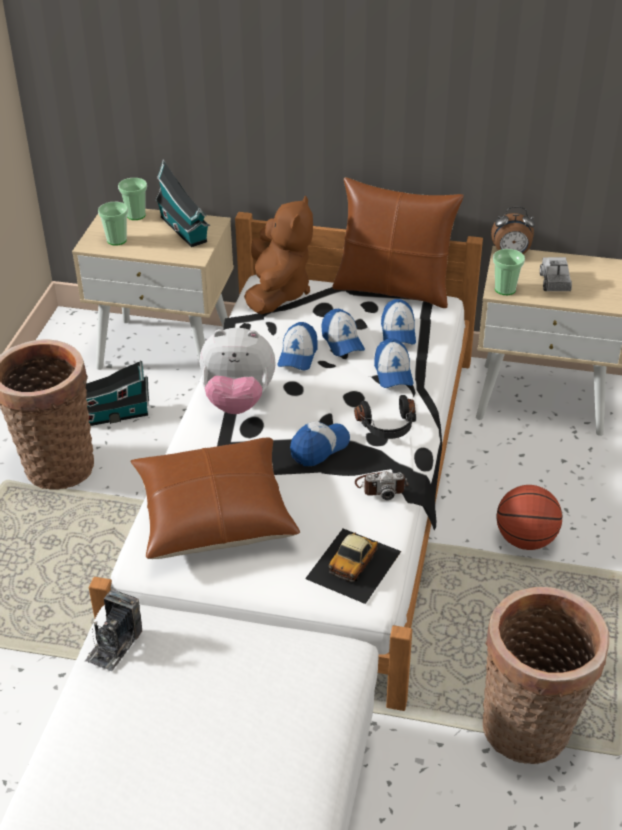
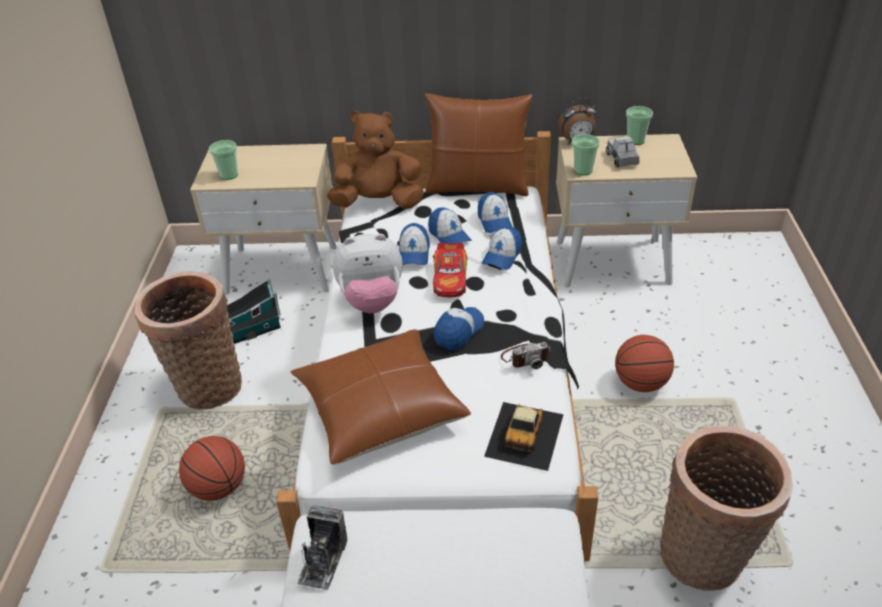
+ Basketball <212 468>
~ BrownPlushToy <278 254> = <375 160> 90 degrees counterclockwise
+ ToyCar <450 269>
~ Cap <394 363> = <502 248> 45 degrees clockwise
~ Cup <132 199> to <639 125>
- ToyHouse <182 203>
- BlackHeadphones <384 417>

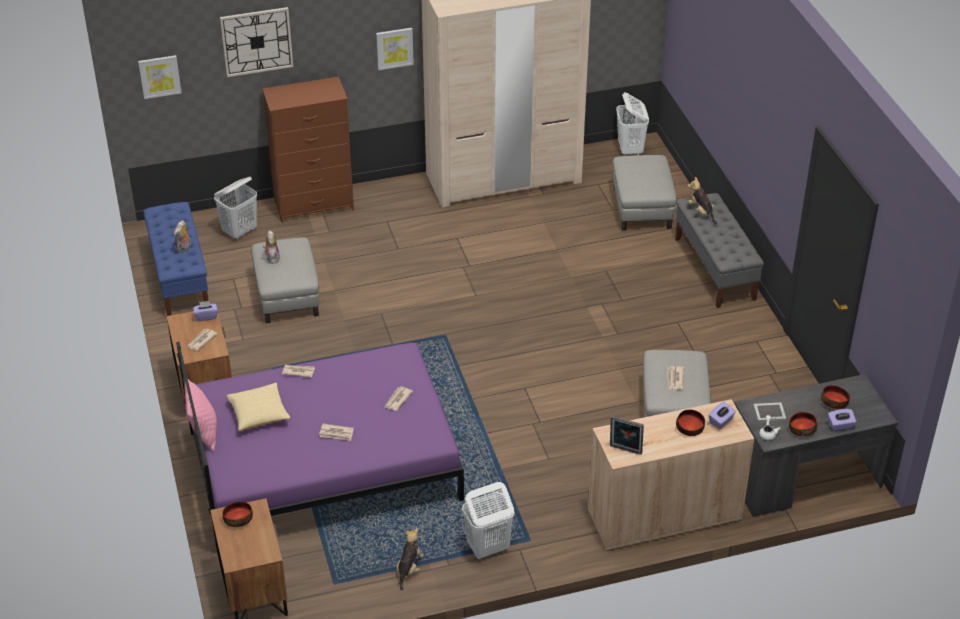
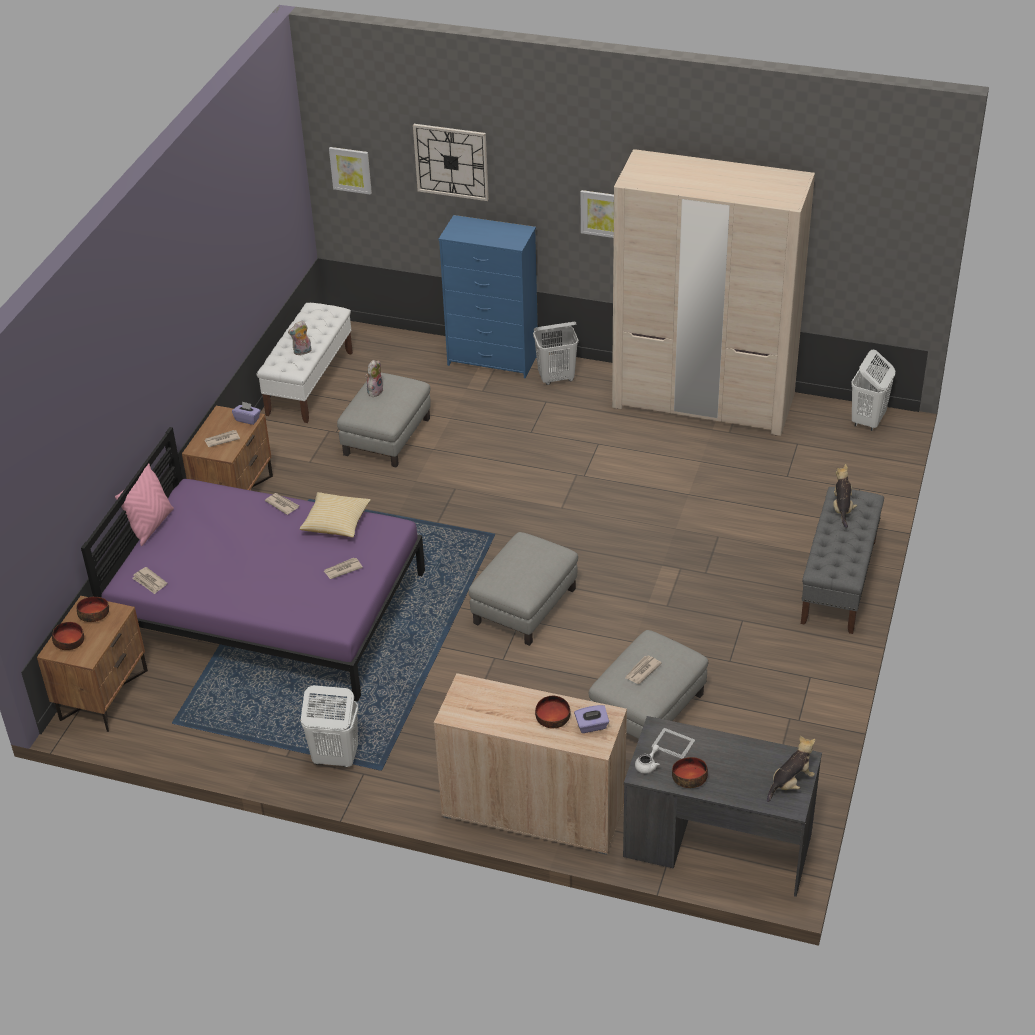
~ Bowl <835 397> to <68 636>
~ Newspaper <336 432> to <149 580>
~ BlueBench <176 259> to WhiteBench <305 363>
~ Pillow <258 407> to <335 515>
~ BrownDresser <308 150> to BlueDresser <488 296>
~ GreyOttoman <645 193> to <523 589>
~ WhiteLaundryBasket <235 208> to <556 353>
~ PlushToy <410 559> to <791 769>
- PictureFrame <627 435>
- PurpleTissueBox <842 420>

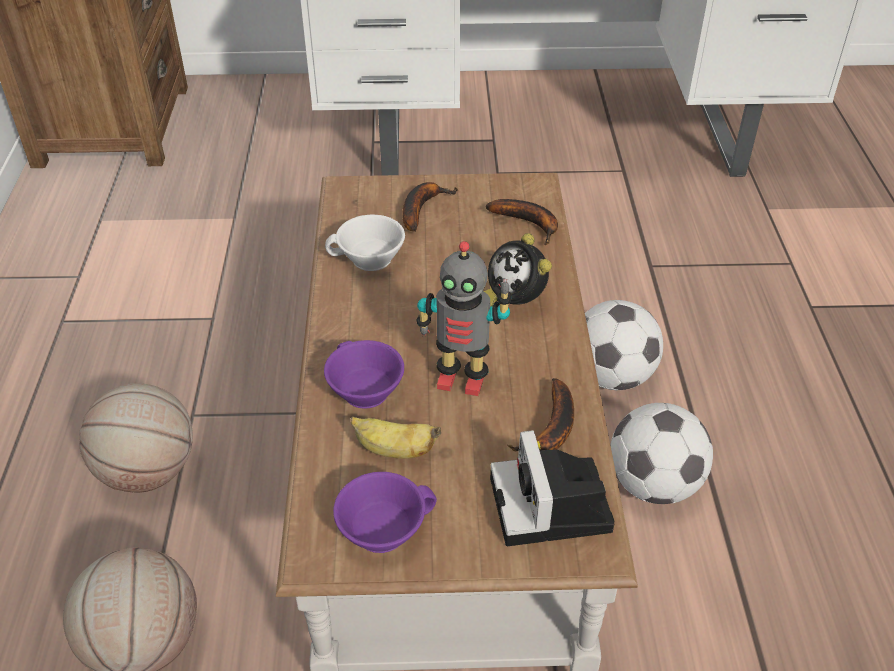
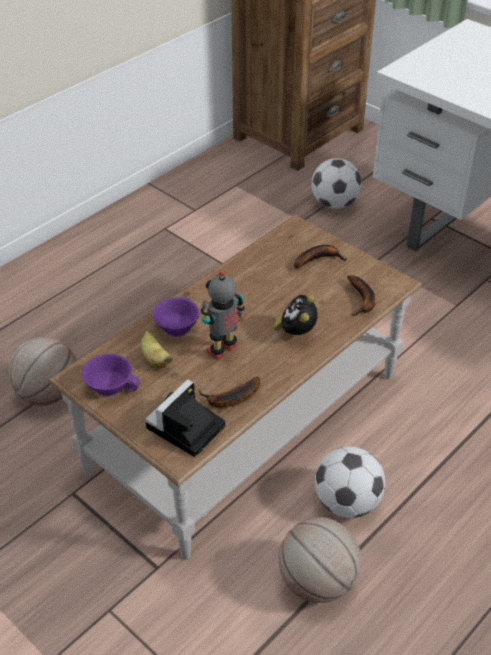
~ ToyRobot <464 318> = <222 315> 75 degrees clockwise
~ Basketball <136 438> to <320 560>
~ Football <624 345> to <336 183>
- WhiteCup <365 242>

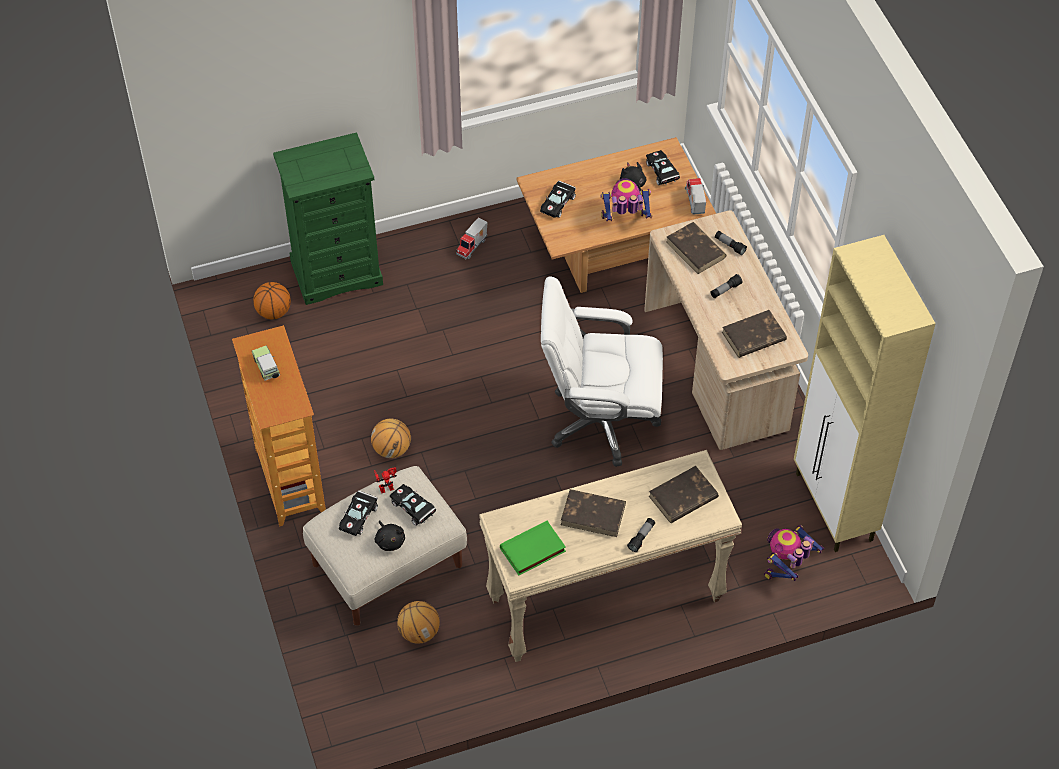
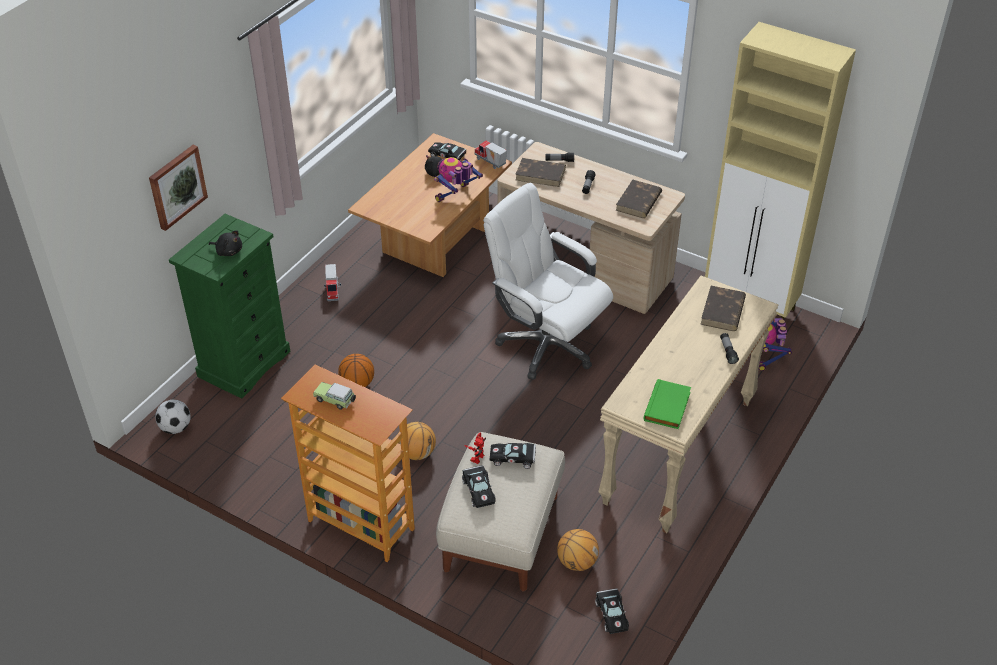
+ Picture <178 188>
+ Football <173 416>
~ BlackPlushToy <390 535> to <225 243>
~ Basketball <272 301> to <356 370>
~ WhiteOfficeChair <602 371> = <548 281> 75 degrees clockwise
~ BlackToyCar <558 199> to <612 611>
- BrownBook <593 513>

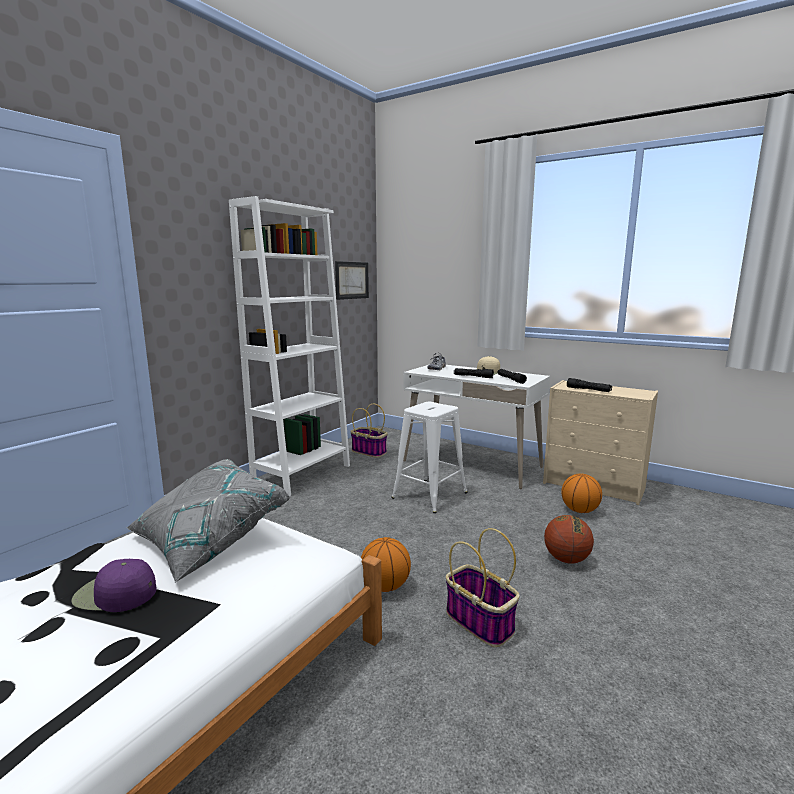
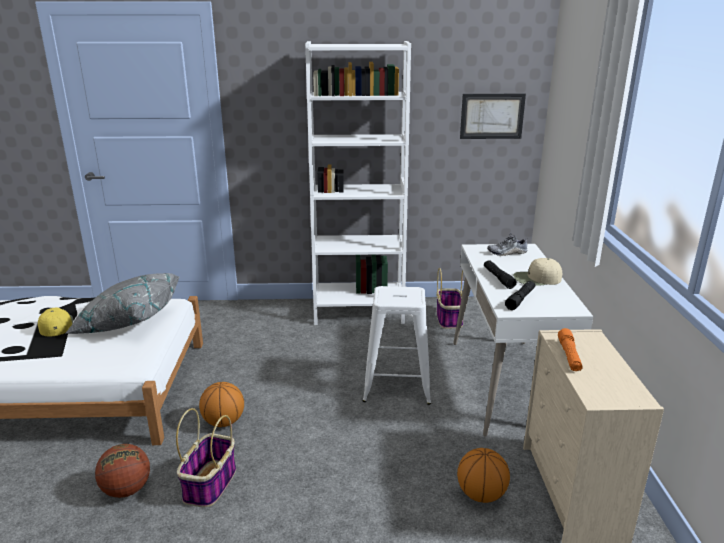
~ PurpleCap <113 585> to YellowCap <55 322>
~ Basketball <569 539> to <122 471>
~ BlackFlashlight <589 385> to OrangeFlashlight <570 349>

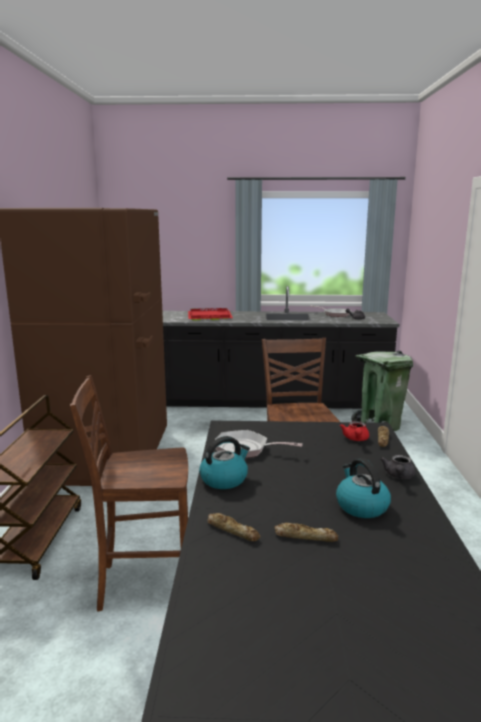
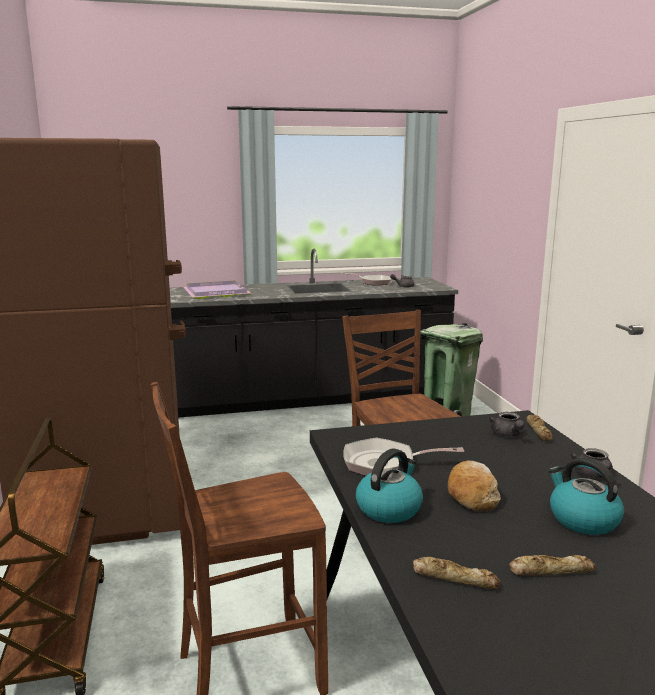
~ RedTray <210 314> to PurpleTray <217 290>
+ Bread <474 486>
~ RedTeapot <354 431> to GreyTeapot <507 424>

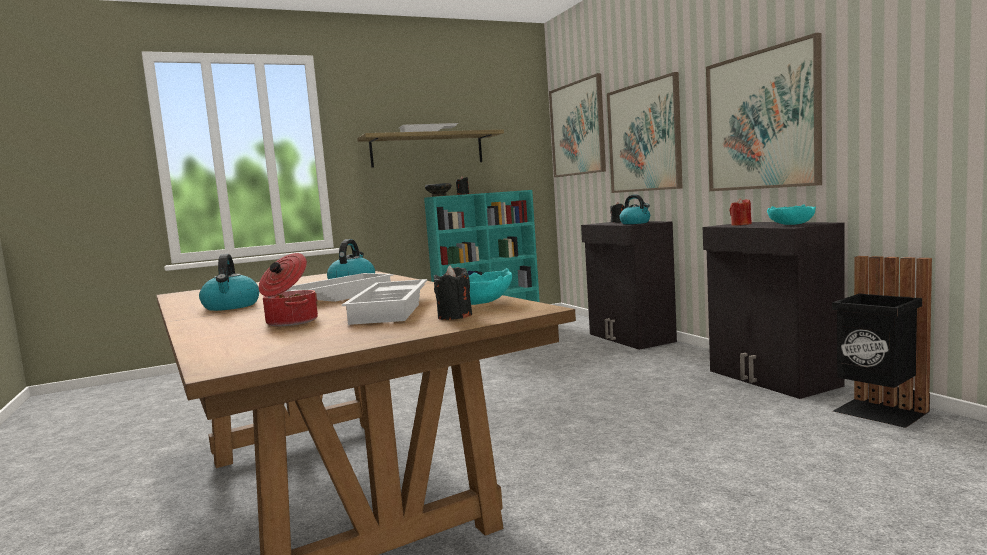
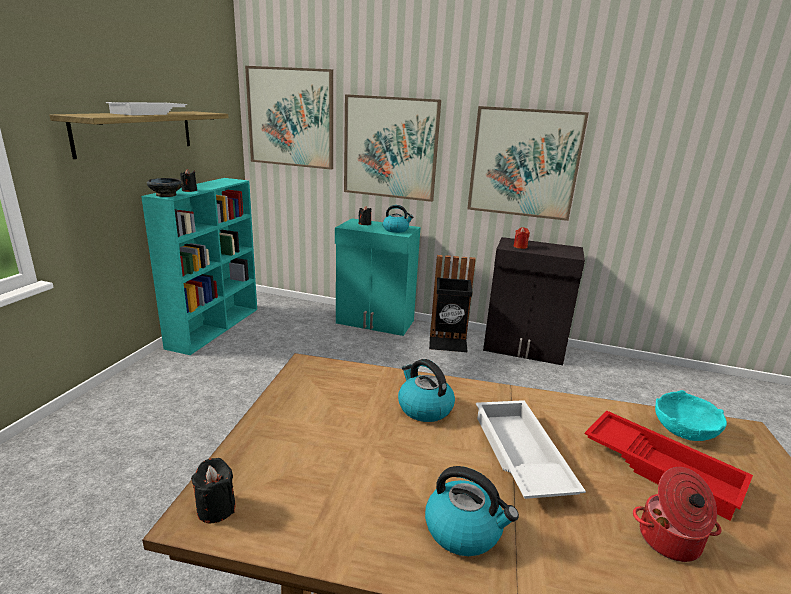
~ BlackCandle <452 292> to <213 490>
~ BlackCabinet <629 285> to TurquoiseCabinet <378 277>
~ BlackTrashCan <882 342> to <452 303>
~ WhiteTray <384 302> to RedTray <669 465>
- TurquoiseBowl <791 214>

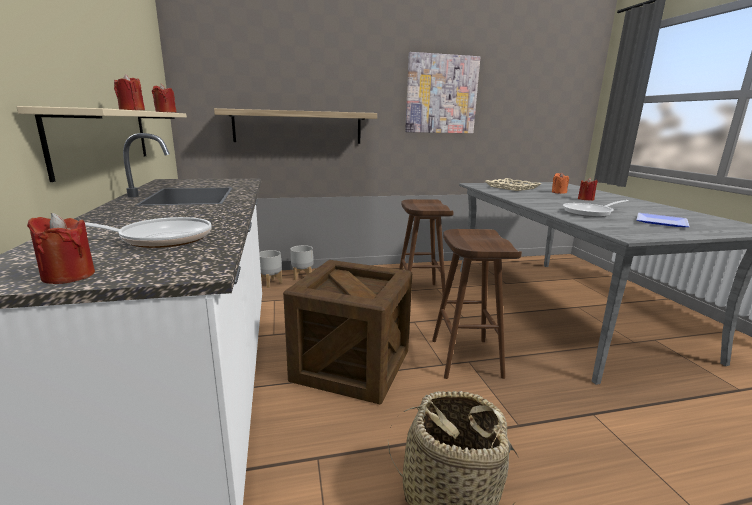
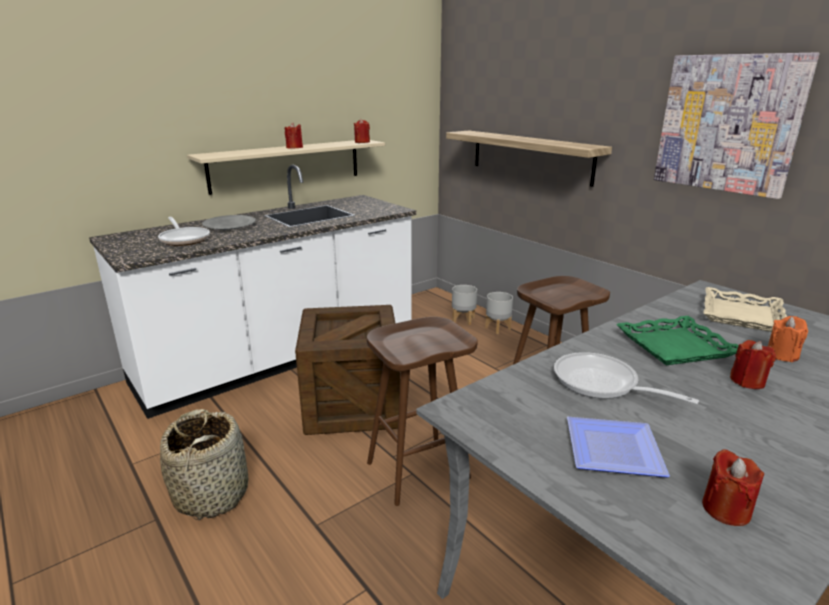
+ GreyPlate <229 222>
+ GreenTray <677 340>
~ RedCandle <61 248> to <733 487>

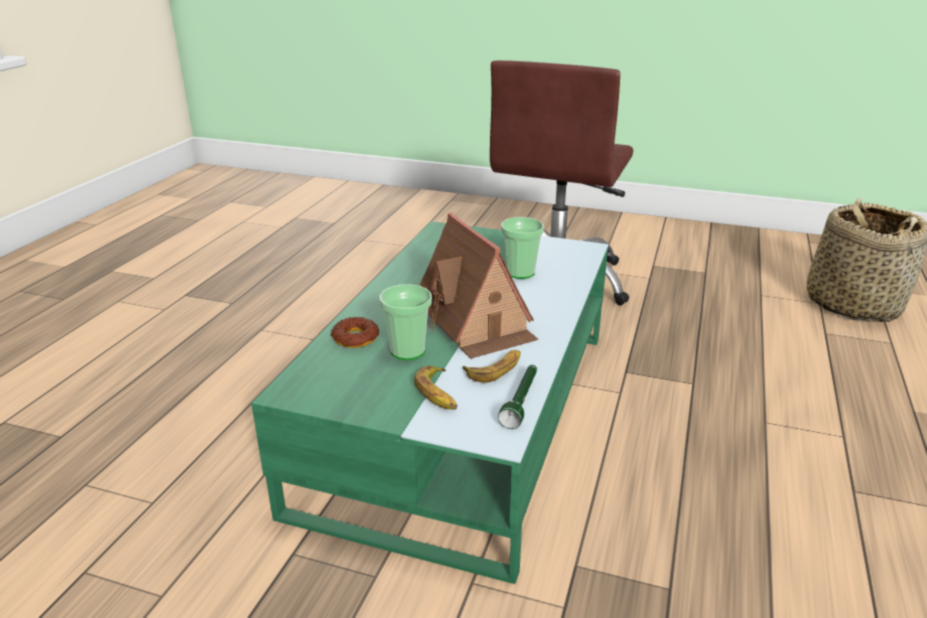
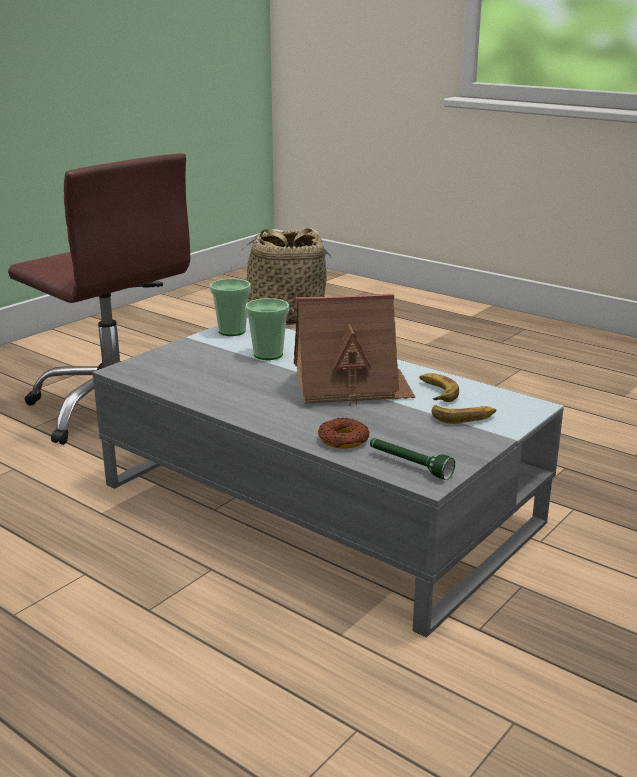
~ GreenCoffeeTable <429 402> to GreyCoffeeTable <328 477>
~ Cup <406 322> to <230 307>
~ GreenFlashlight <517 397> to <412 459>

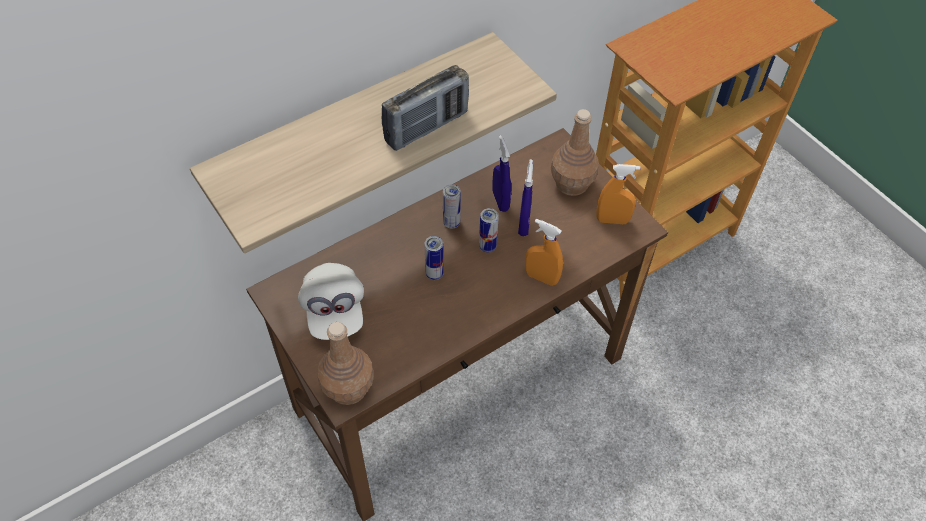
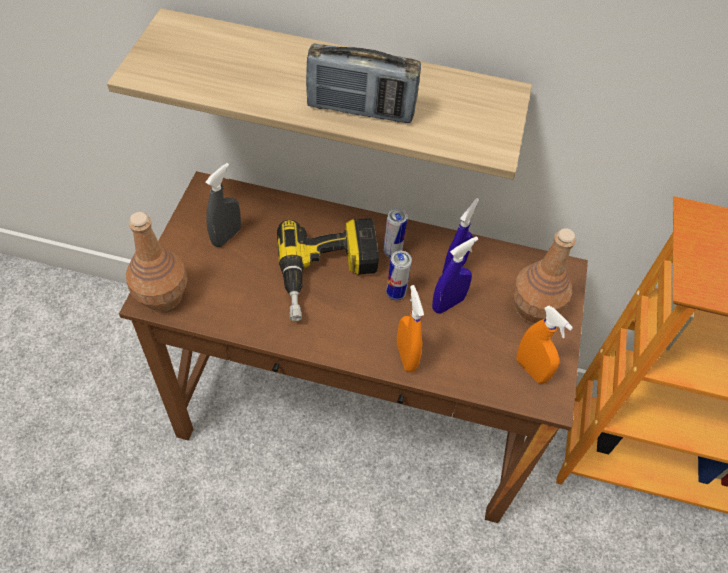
~ WhiteCap <331 301> to GreySprayBottle <223 205>
~ Can <434 258> to PowerDrill <328 269>

